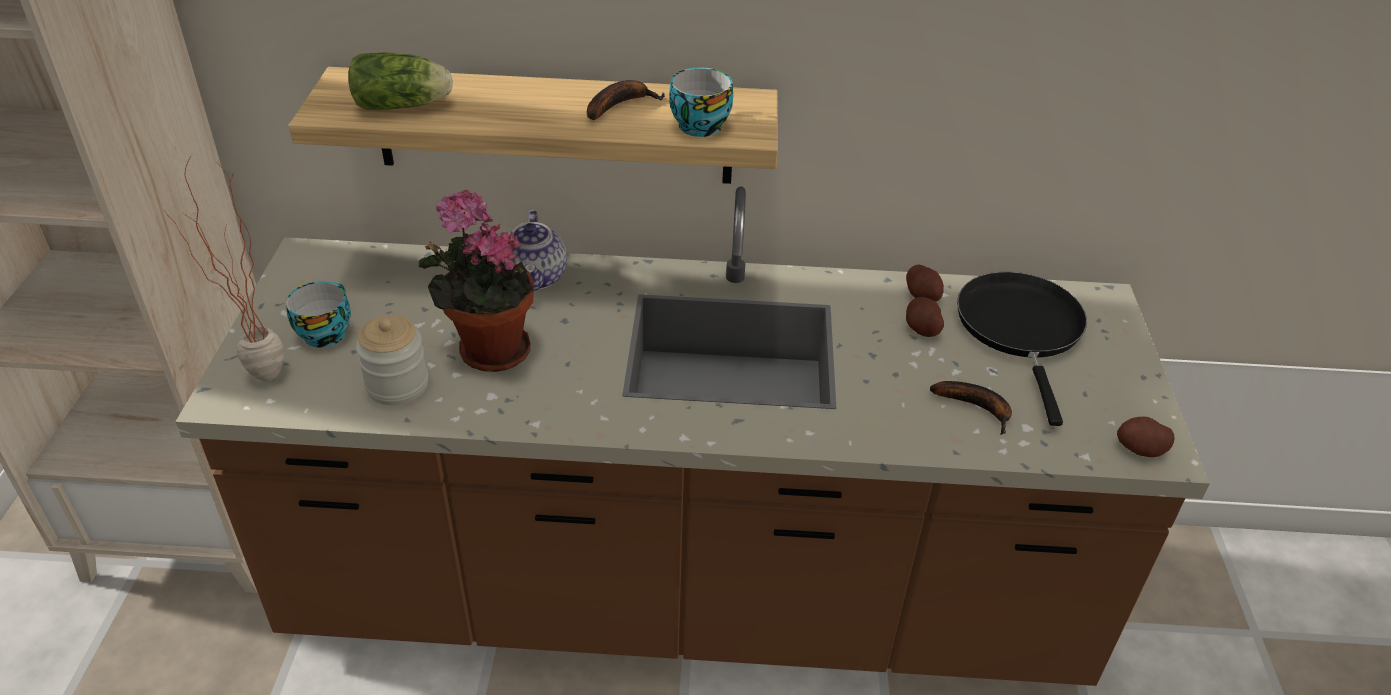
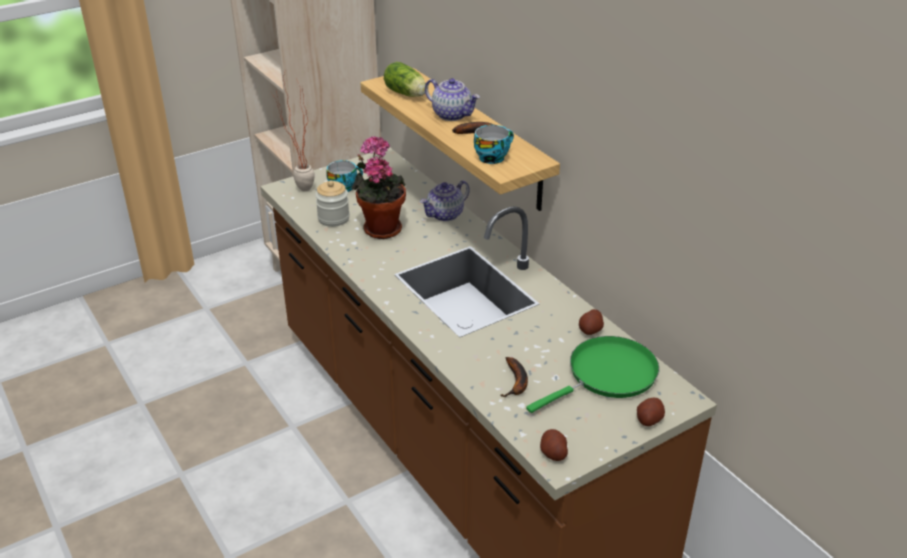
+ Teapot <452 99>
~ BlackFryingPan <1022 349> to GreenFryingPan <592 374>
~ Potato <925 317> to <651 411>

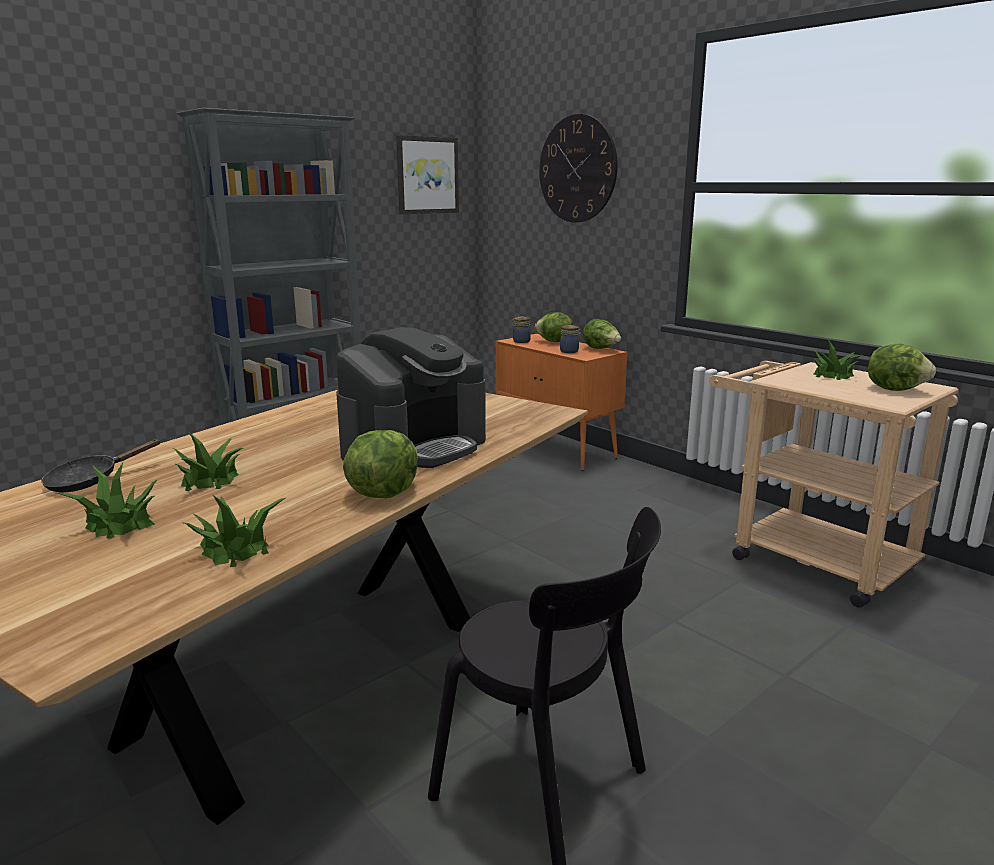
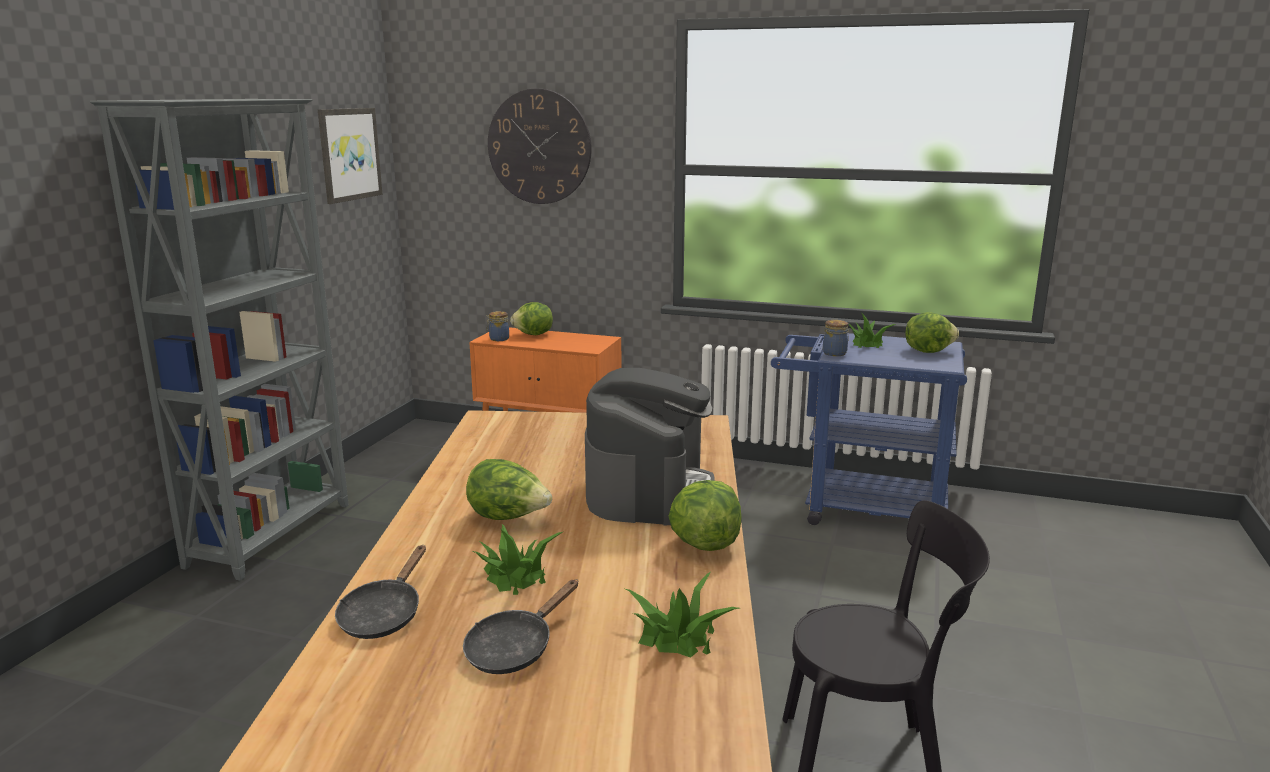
~ PottedPlant <107 501> to BlackFryingPan <520 626>
~ Lettuce <602 334> to <509 489>
~ BeigeCart <834 484> to BlueCart <869 429>
~ Jar <570 339> to <836 338>

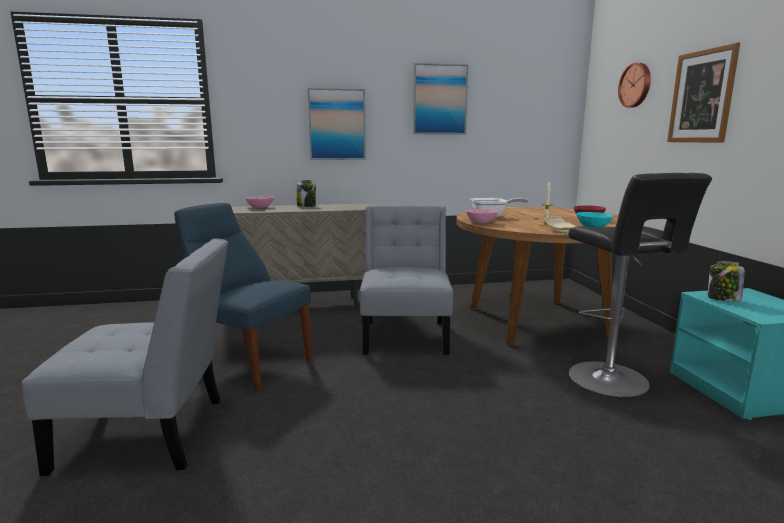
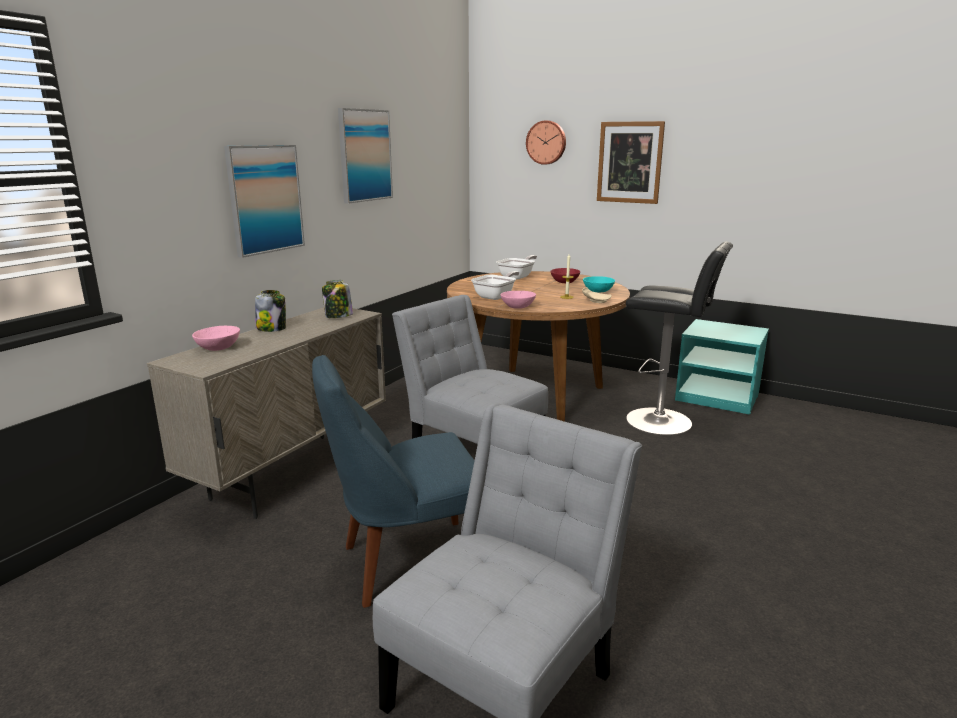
~ Jar <726 281> to <337 299>
+ FryingPan <516 267>

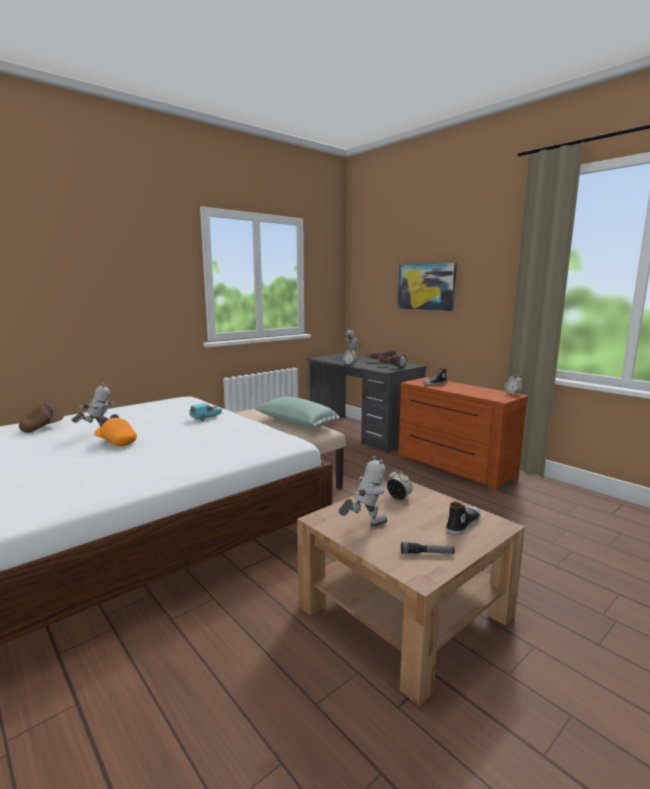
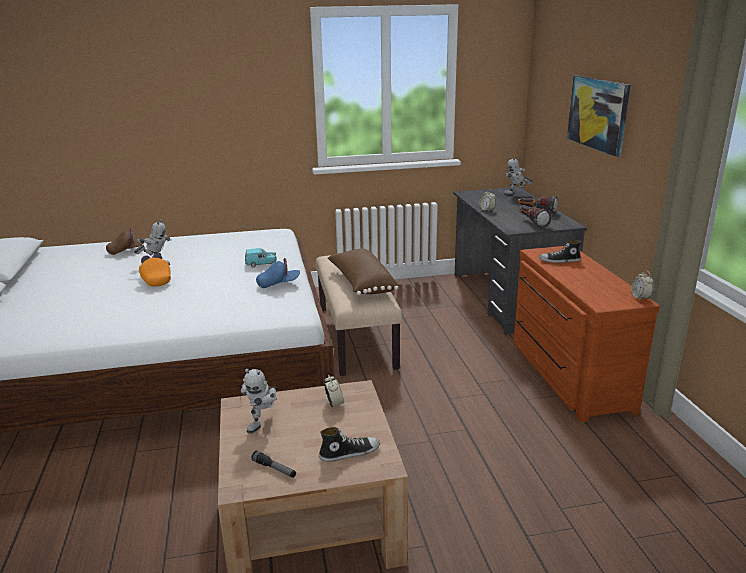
~ ToyRobot <363 491> = <259 401> 105 degrees clockwise
+ BlueCap <278 273>
~ GreenPillow <297 412> to BrownPillow <363 272>

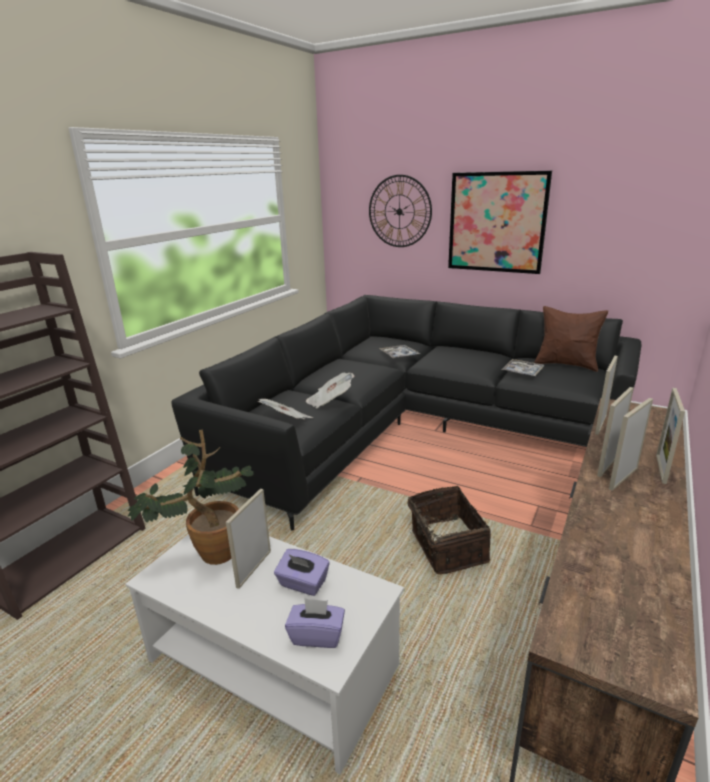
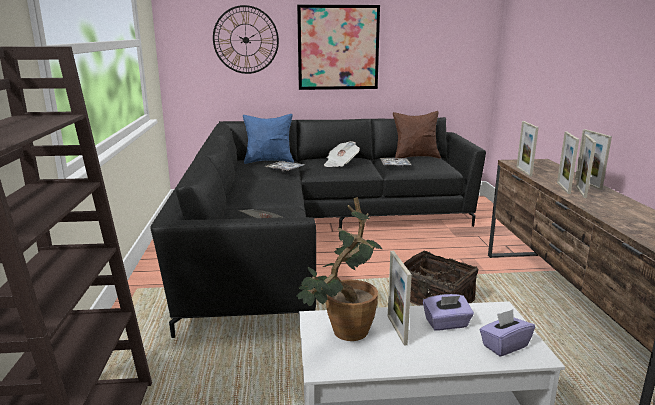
+ BluePillow <268 139>
~ Newspaper <330 390> to <342 154>

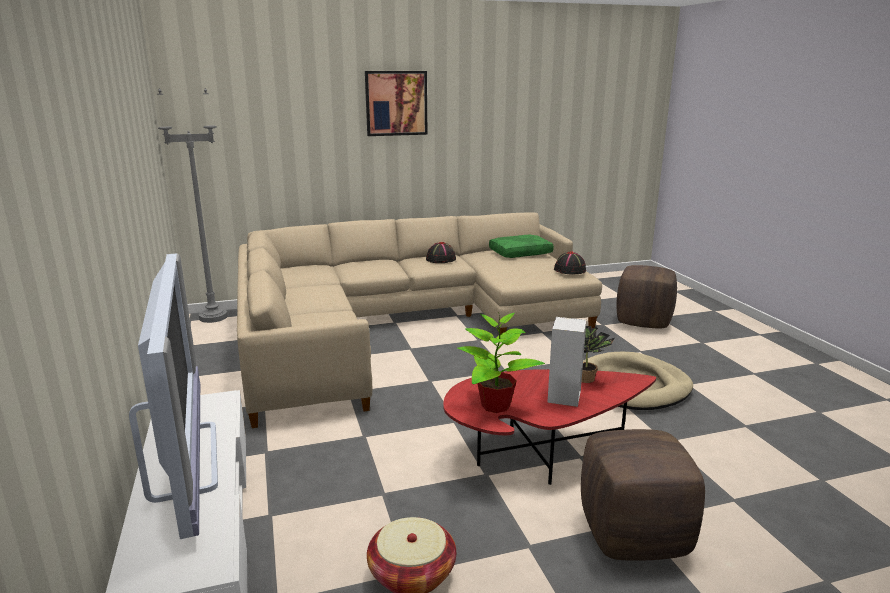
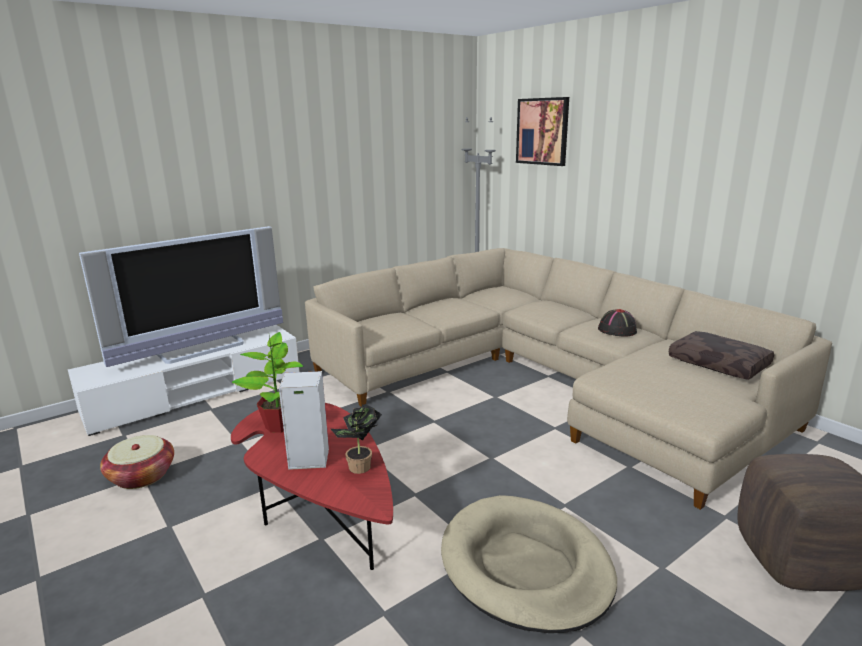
~ Picture <396 103> to <542 131>
~ GreenPillow <521 246> to BrownPillow <721 355>
- BlackHat <570 262>
- BrownOttoman <643 495>

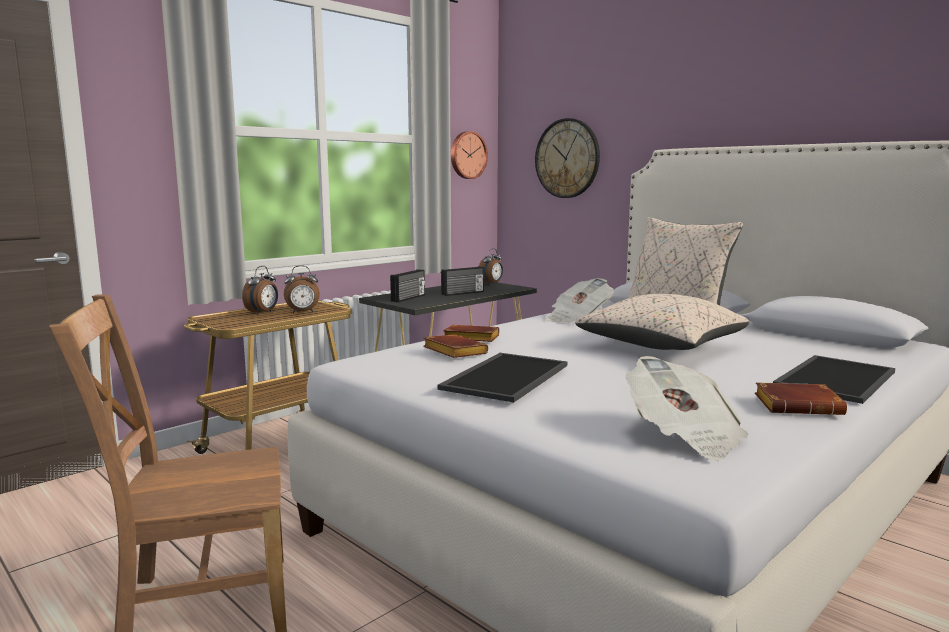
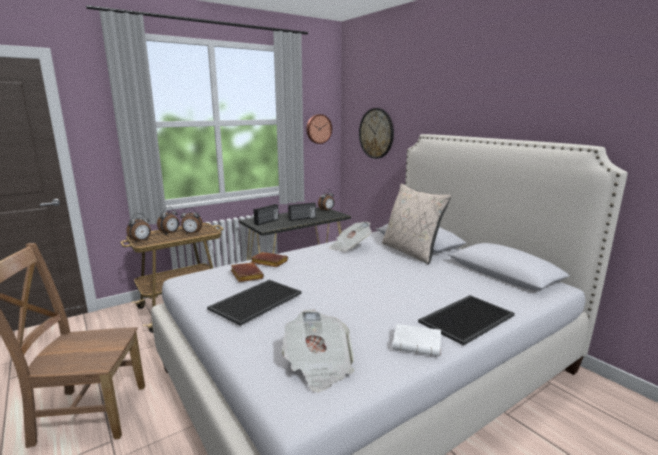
+ AlarmClock <138 227>
~ BrownBook <801 398> to WhiteBook <417 340>
- BeigePillow <662 322>

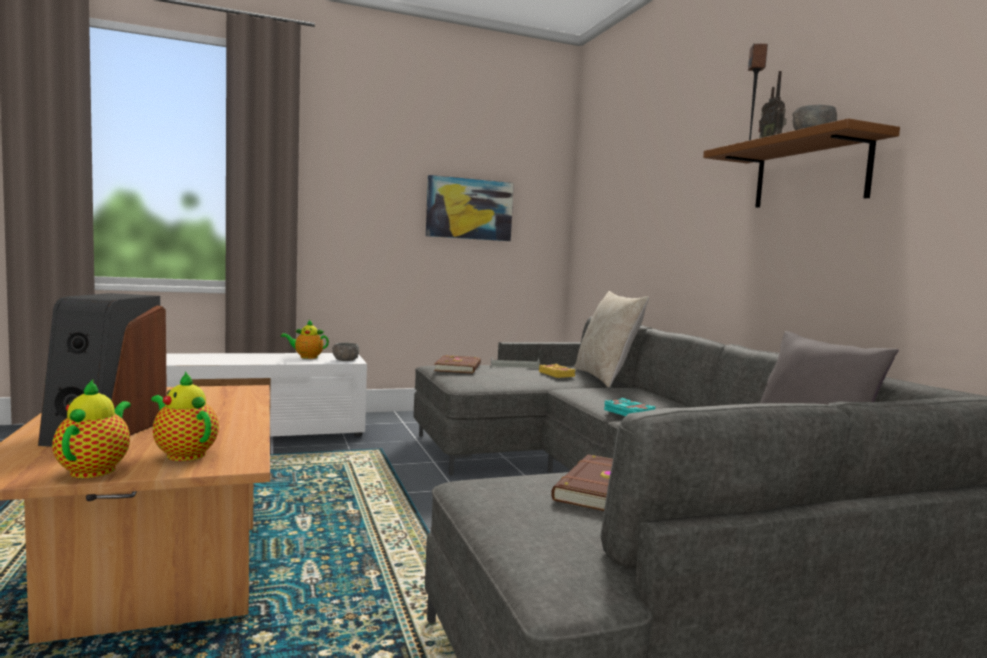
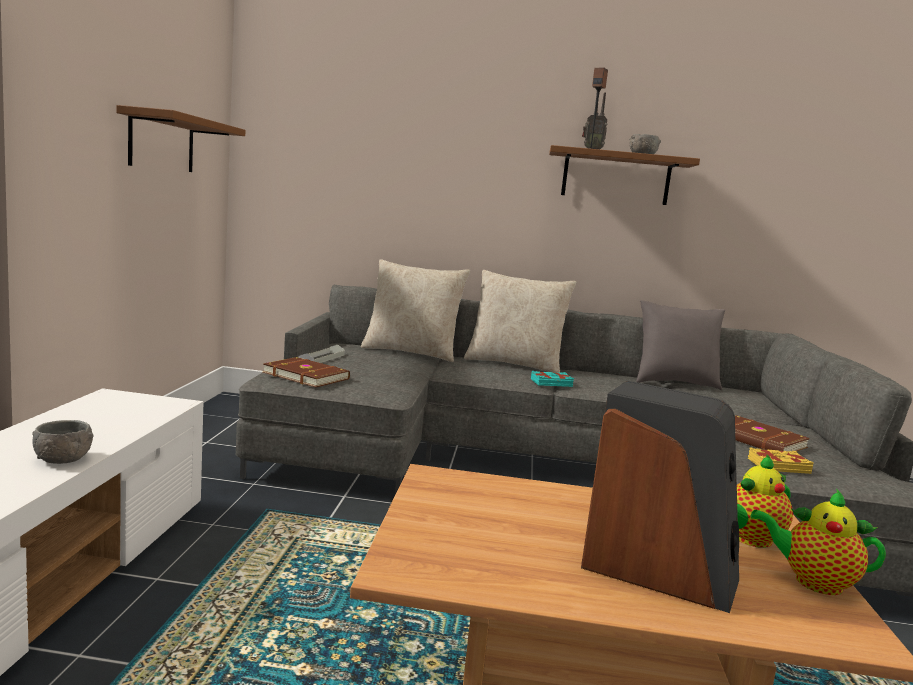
~ GreyBowl <345 352> to <62 442>
~ Picture <470 208> to BrownShelf <181 138>
+ BeigePillow <520 321>
~ YellowBook <557 371> to <781 460>
- Teapot <305 339>

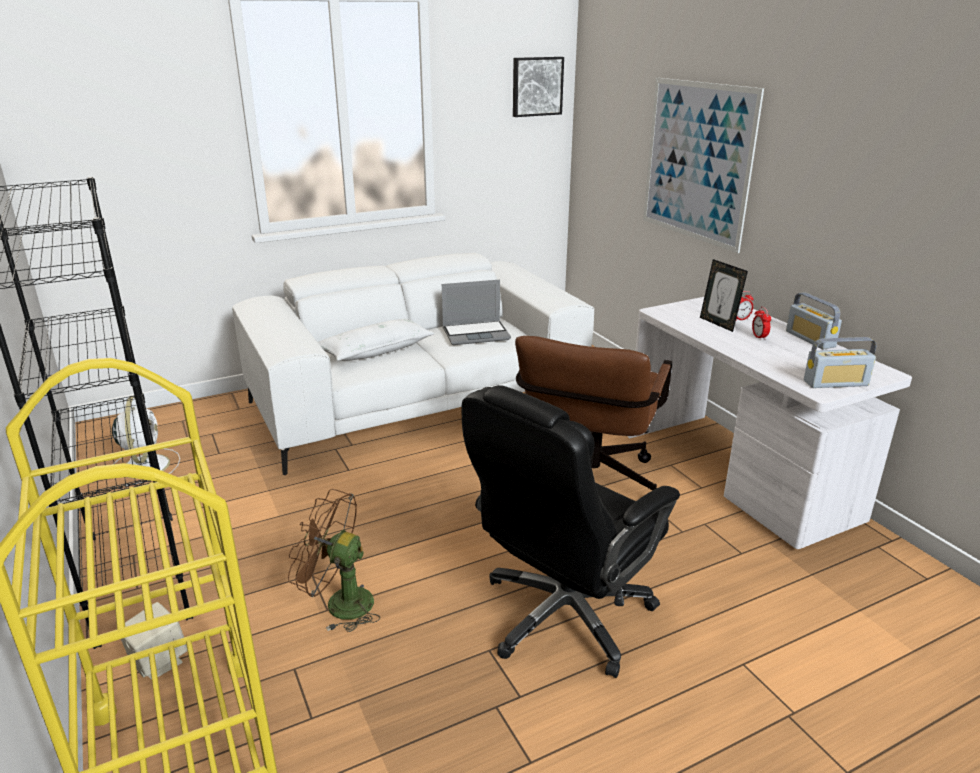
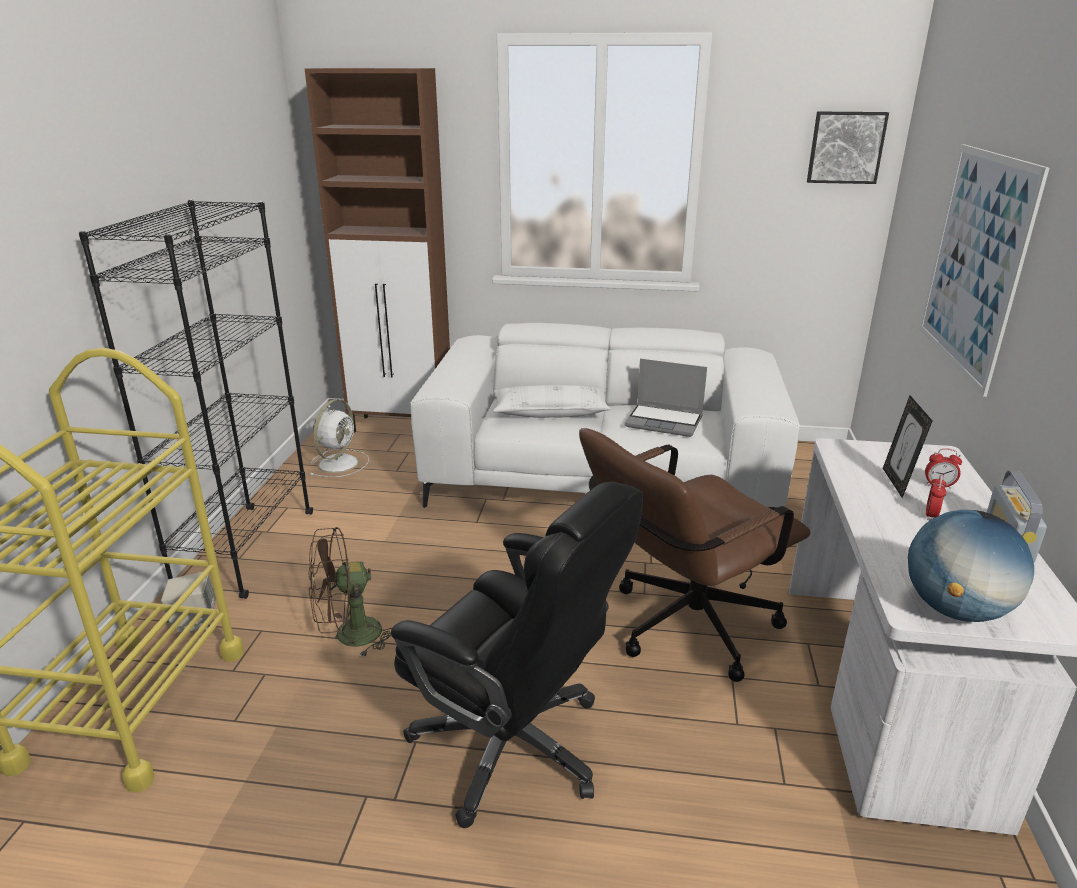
+ BrownCabinet <377 250>
~ BrownFan <334 560> = <350 592> 75 degrees counterclockwise
~ BlackOfficeChair <571 531> = <517 654> 135 degrees counterclockwise
~ Radio <840 362> to Globe <971 566>

